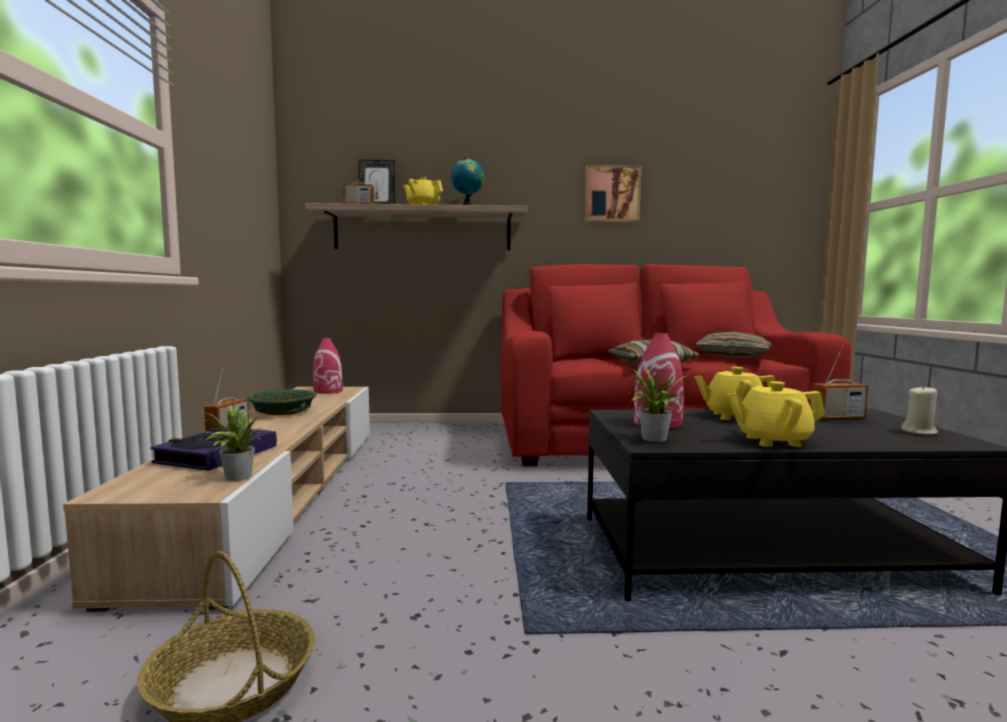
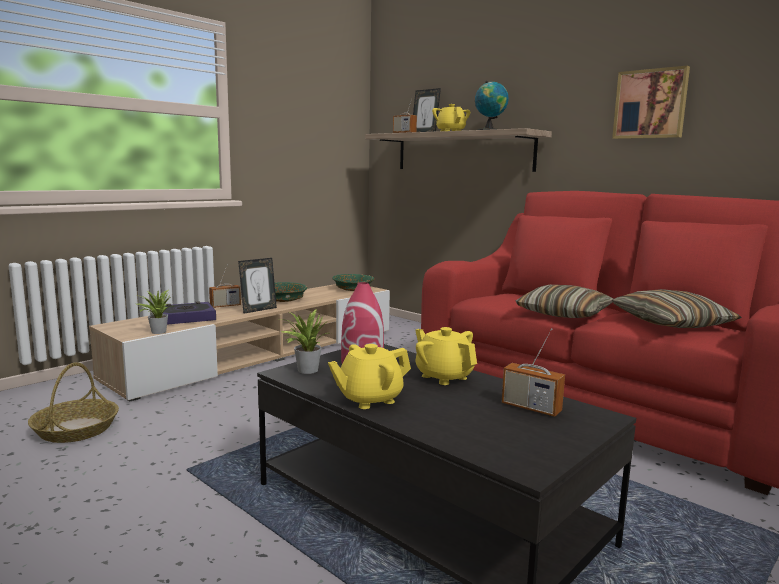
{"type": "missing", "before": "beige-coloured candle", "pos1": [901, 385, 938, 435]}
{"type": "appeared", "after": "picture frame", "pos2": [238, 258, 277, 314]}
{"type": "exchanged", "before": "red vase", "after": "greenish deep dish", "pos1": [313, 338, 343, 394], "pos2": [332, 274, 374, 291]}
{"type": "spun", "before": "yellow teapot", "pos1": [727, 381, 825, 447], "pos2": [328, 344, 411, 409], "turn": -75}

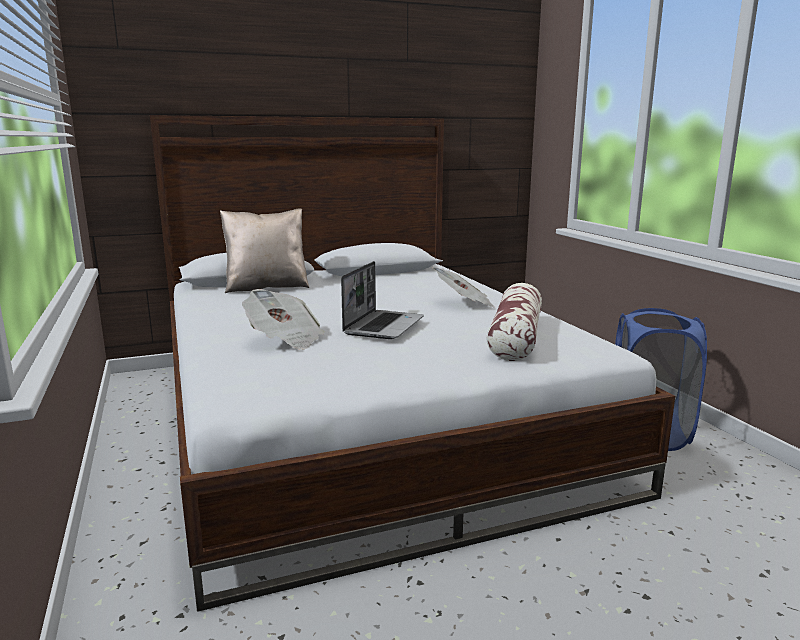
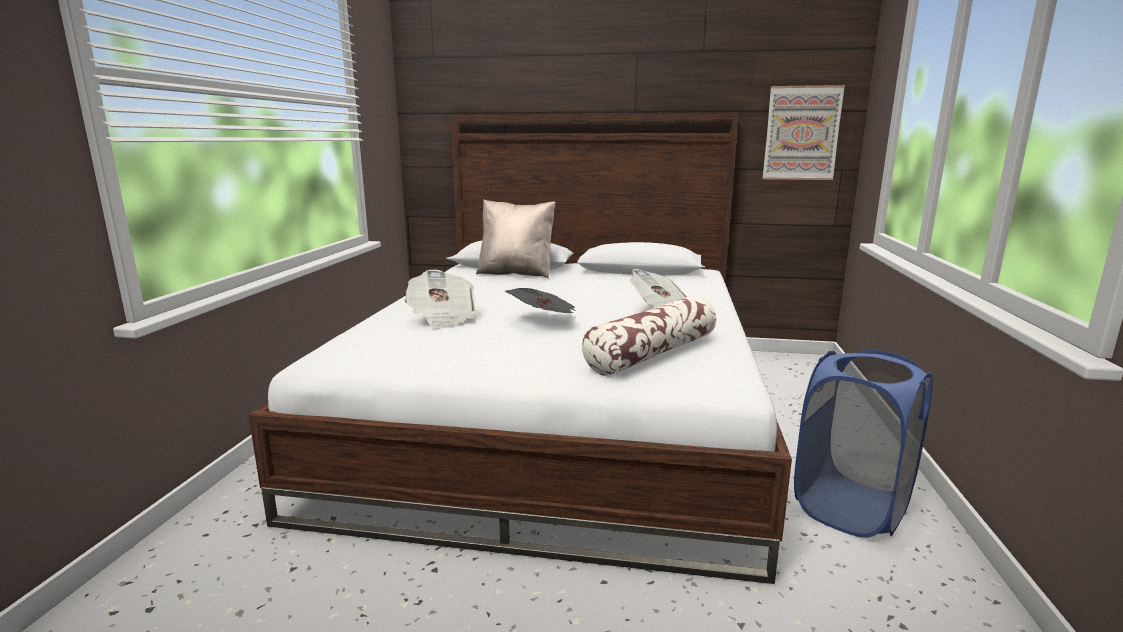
{"type": "appeared", "after": "picture", "pos2": [762, 85, 845, 180]}
{"type": "exchanged", "before": "notebook computer", "after": "daily paper", "pos1": [341, 261, 424, 339], "pos2": [505, 288, 575, 313]}

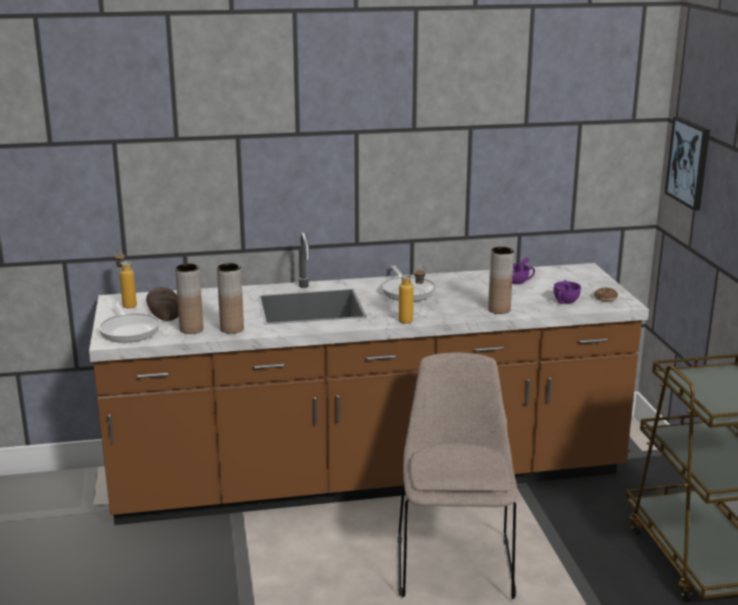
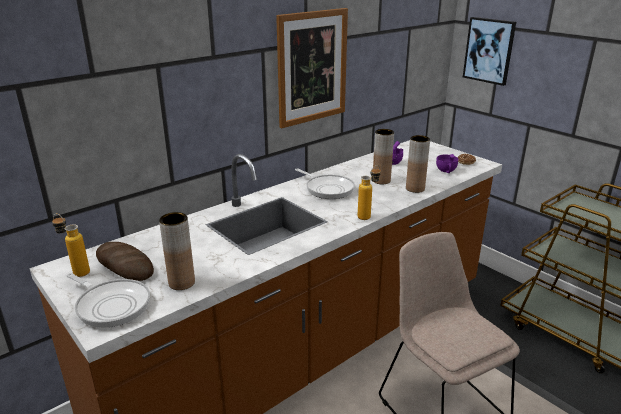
{"type": "appeared", "after": "picture", "pos2": [276, 8, 348, 128]}
{"type": "relocated", "before": "brown vase", "pos1": [217, 263, 244, 334], "pos2": [373, 129, 394, 184]}

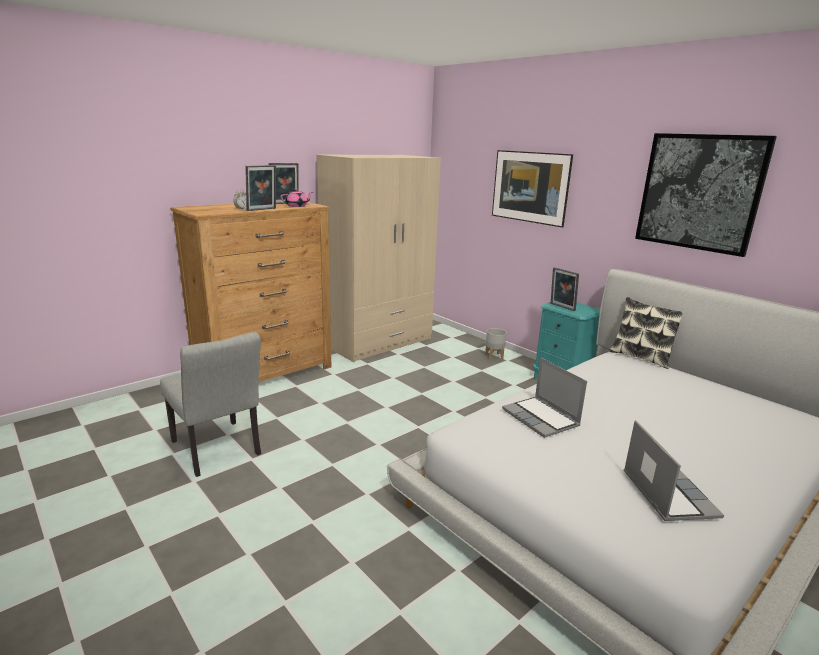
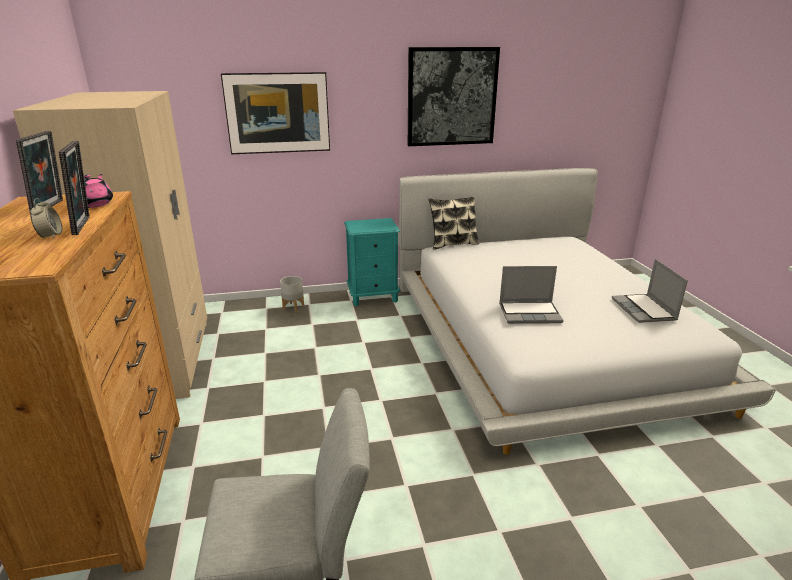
{"type": "missing", "before": "picture frame", "pos1": [551, 267, 579, 311]}
{"type": "spun", "before": "notebook computer", "pos1": [624, 420, 724, 521], "pos2": [612, 259, 688, 323], "turn": -120}

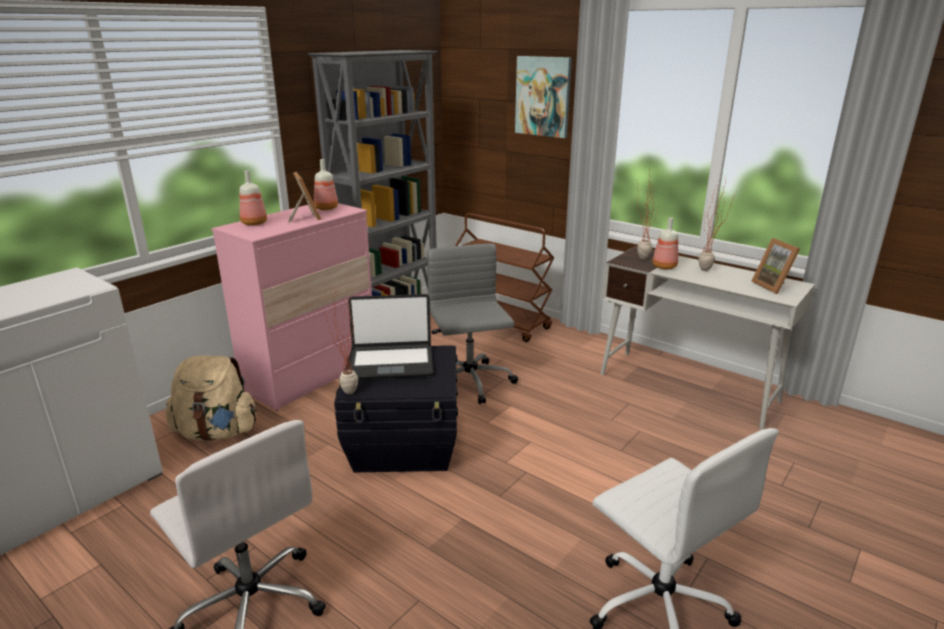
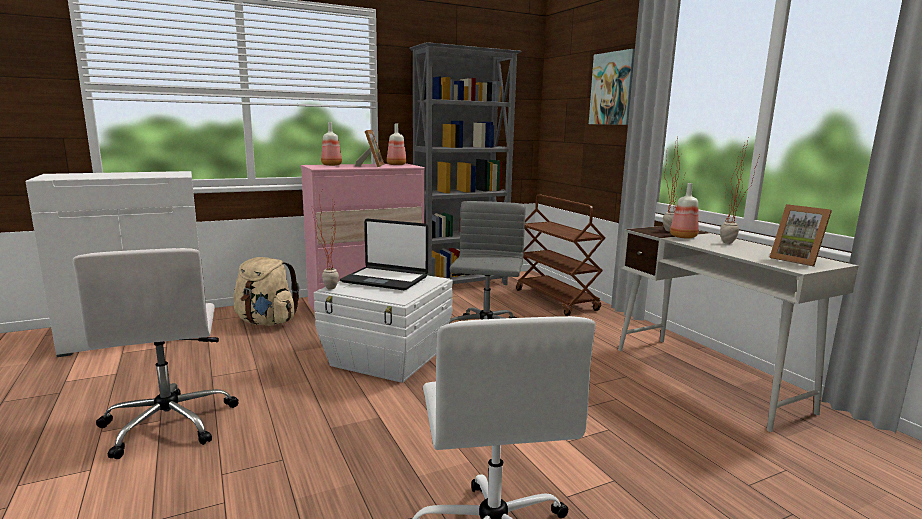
{"type": "colour", "before": "black-coloured storage bin", "after": "white storage bin", "pos1": [334, 345, 458, 472], "pos2": [314, 276, 453, 383]}
{"type": "spun", "before": "picture frame", "pos1": [751, 238, 800, 294], "pos2": [770, 204, 832, 267], "turn": -45}

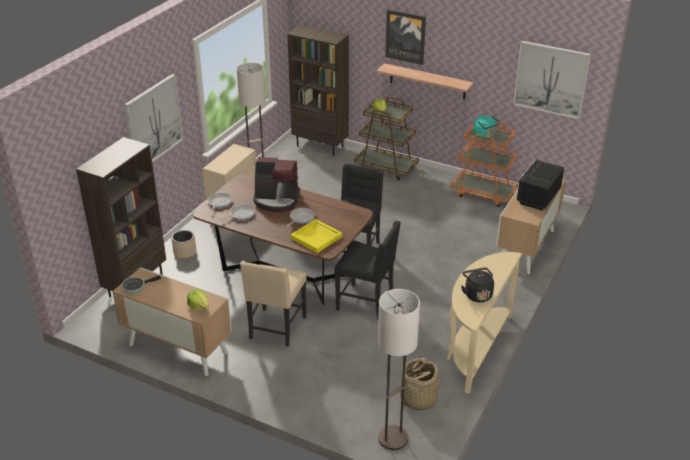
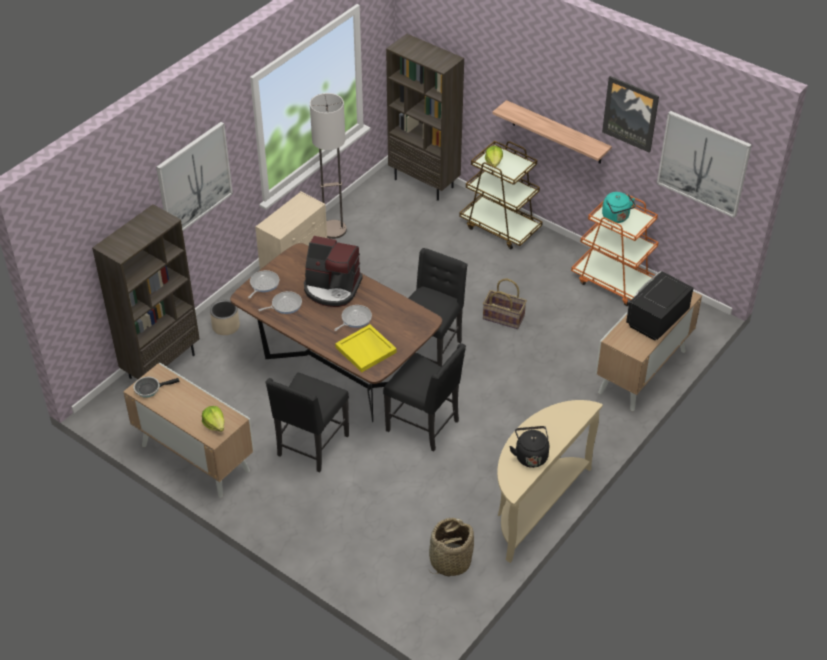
{"type": "missing", "before": "standing lamp", "pos1": [378, 289, 420, 450]}
{"type": "appeared", "after": "basket", "pos2": [483, 279, 527, 329]}
{"type": "relocated", "before": "picture", "pos1": [385, 9, 426, 65], "pos2": [602, 76, 659, 153]}
{"type": "colour", "before": "beige-coloured upright chair", "after": "black-coloured upright chair", "pos1": [240, 261, 307, 347], "pos2": [266, 373, 349, 473]}

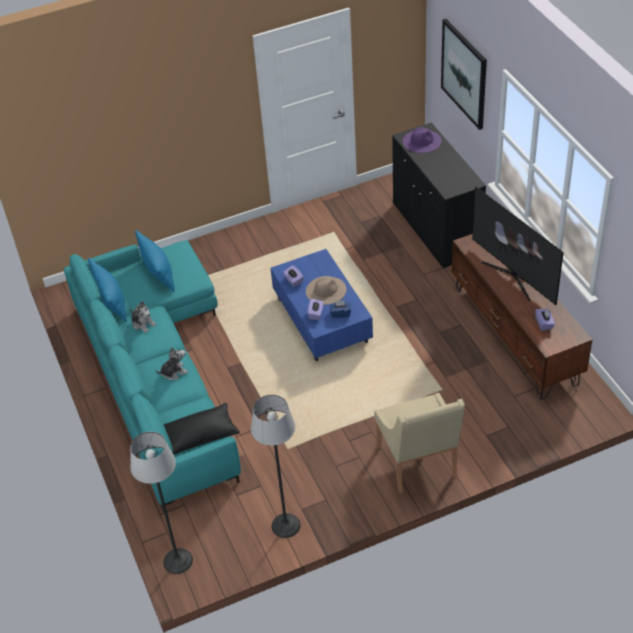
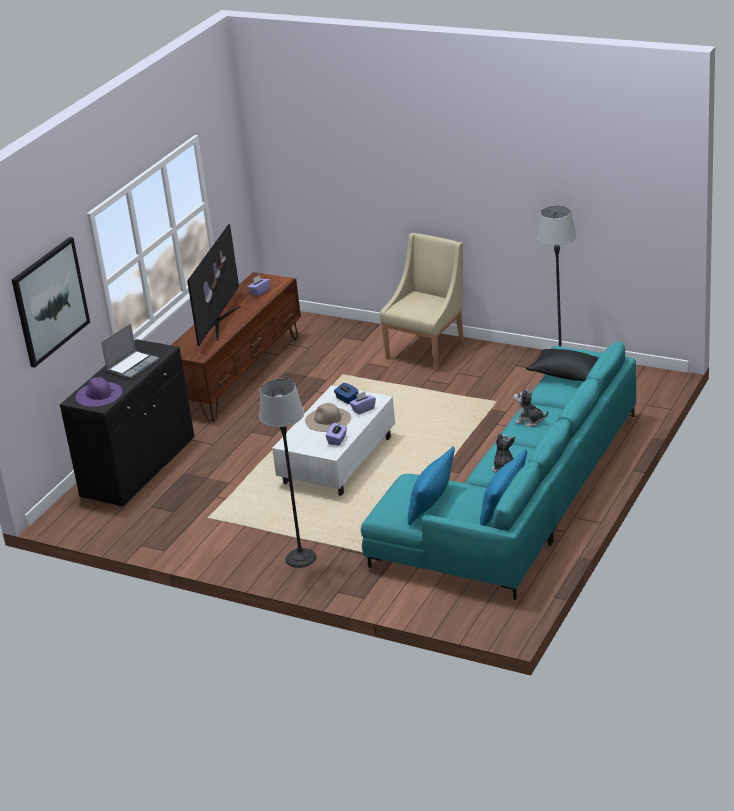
{"type": "appeared", "after": "notebook computer", "pos2": [101, 323, 159, 379]}
{"type": "relocated", "before": "standing lamp", "pos1": [130, 432, 193, 574], "pos2": [259, 379, 317, 568]}
{"type": "colour", "before": "blue-coloured coffee table", "after": "white coffee table", "pos1": [270, 249, 373, 361], "pos2": [272, 386, 395, 496]}

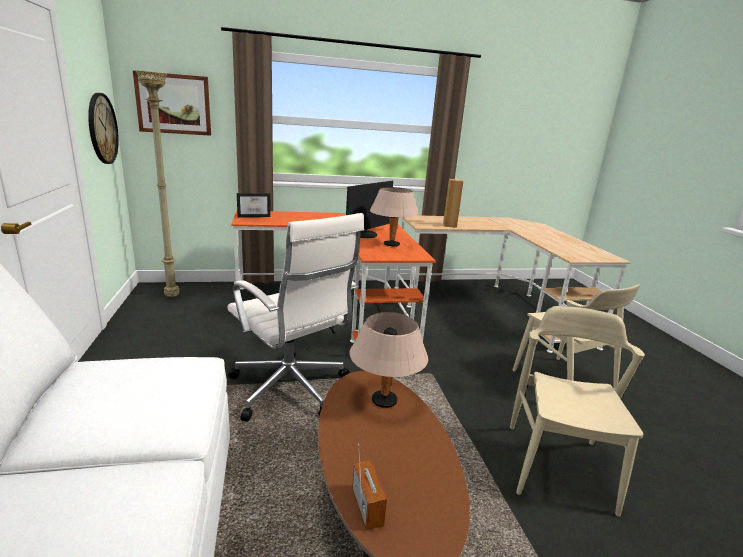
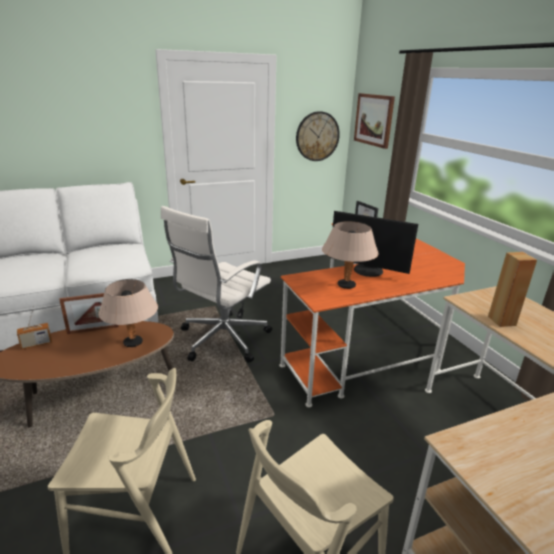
{"type": "missing", "before": "beige-coloured standing lamp", "pos1": [135, 70, 179, 297]}
{"type": "appeared", "after": "picture frame", "pos2": [59, 293, 119, 334]}

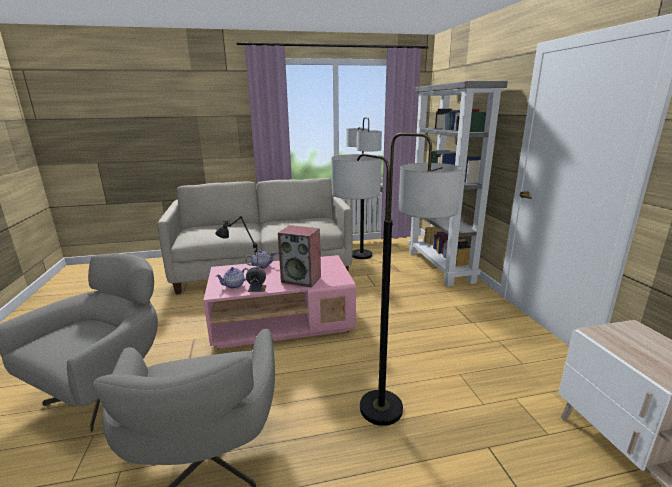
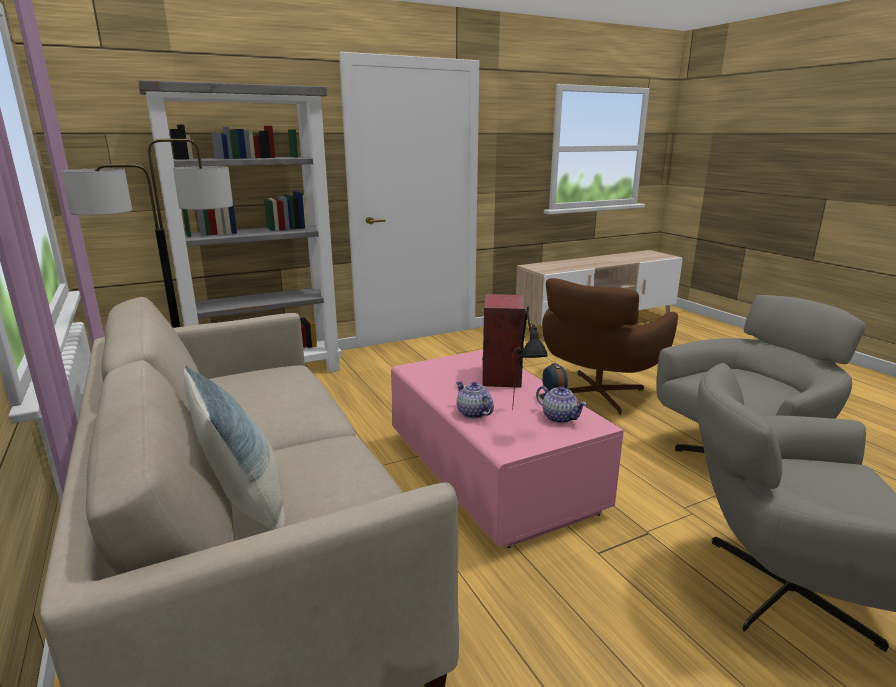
{"type": "appeared", "after": "pillow", "pos2": [184, 365, 286, 530]}
{"type": "exchanged", "before": "standing lamp", "after": "brown easy chair", "pos1": [332, 133, 462, 426], "pos2": [542, 278, 678, 415]}

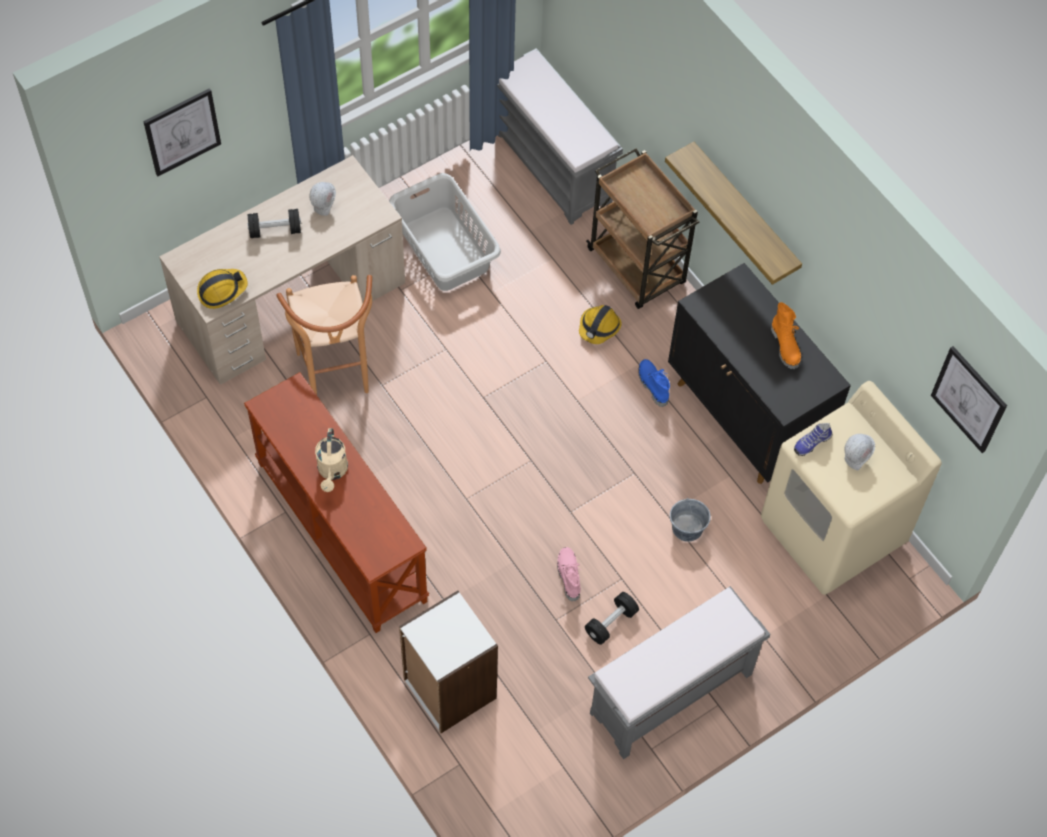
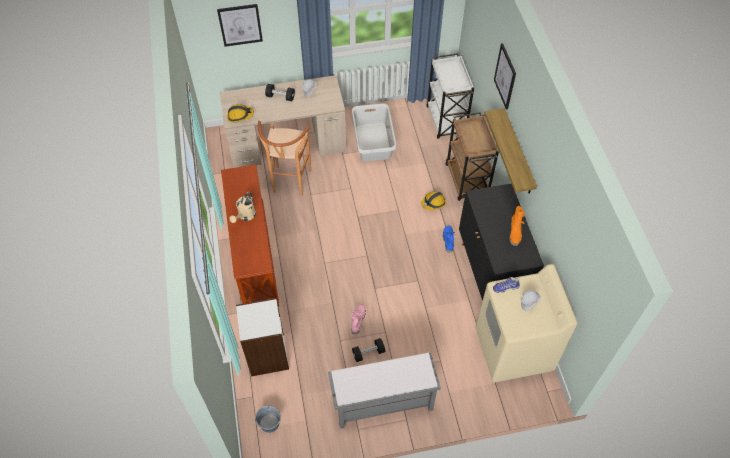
{"type": "relocated", "before": "grey water bucket", "pos1": [670, 497, 711, 542], "pos2": [255, 406, 281, 433]}
{"type": "relocated", "before": "picture", "pos1": [931, 346, 1007, 453], "pos2": [494, 43, 516, 109]}
{"type": "exchanged", "before": "grey indoor bench", "after": "white cart", "pos1": [497, 48, 623, 225], "pos2": [426, 53, 474, 139]}

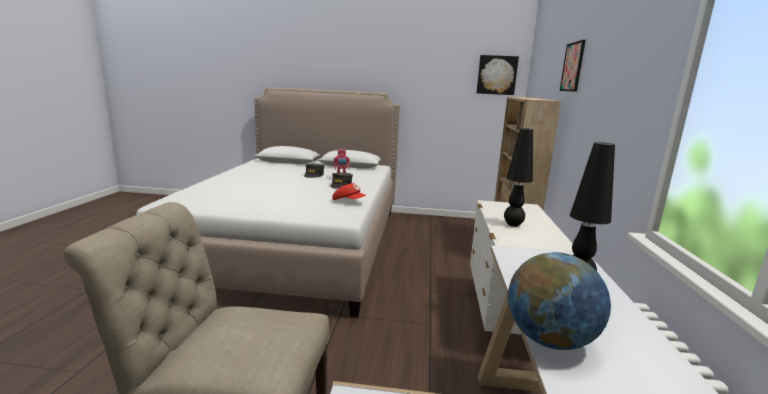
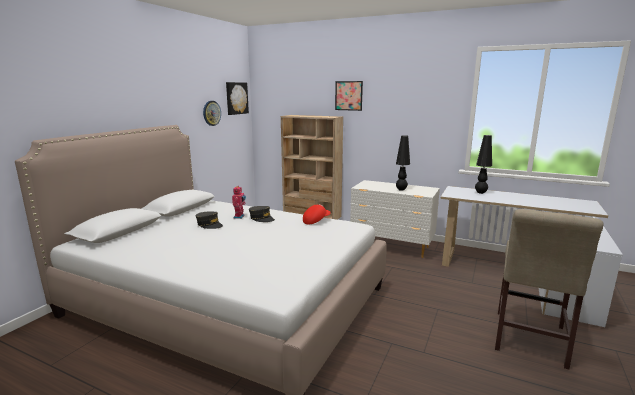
{"type": "missing", "before": "desk globe", "pos1": [508, 252, 611, 350]}
{"type": "appeared", "after": "clock on the wall", "pos2": [203, 101, 221, 126]}

